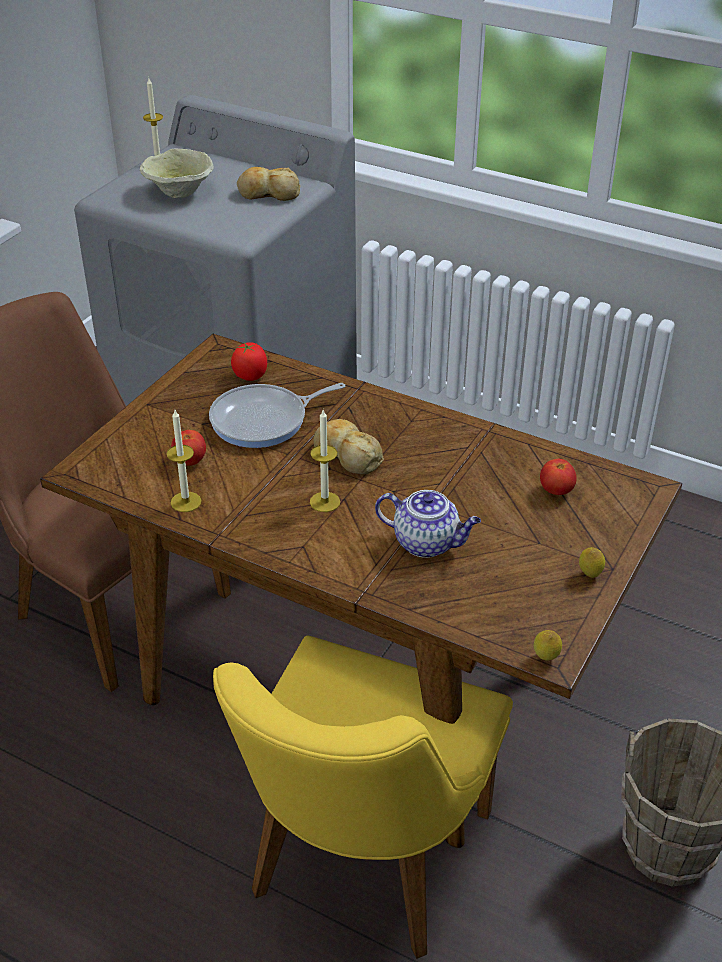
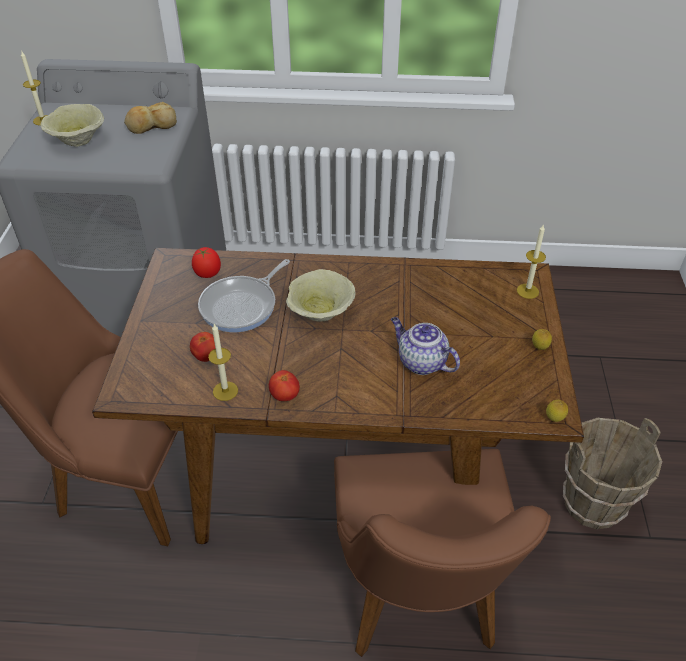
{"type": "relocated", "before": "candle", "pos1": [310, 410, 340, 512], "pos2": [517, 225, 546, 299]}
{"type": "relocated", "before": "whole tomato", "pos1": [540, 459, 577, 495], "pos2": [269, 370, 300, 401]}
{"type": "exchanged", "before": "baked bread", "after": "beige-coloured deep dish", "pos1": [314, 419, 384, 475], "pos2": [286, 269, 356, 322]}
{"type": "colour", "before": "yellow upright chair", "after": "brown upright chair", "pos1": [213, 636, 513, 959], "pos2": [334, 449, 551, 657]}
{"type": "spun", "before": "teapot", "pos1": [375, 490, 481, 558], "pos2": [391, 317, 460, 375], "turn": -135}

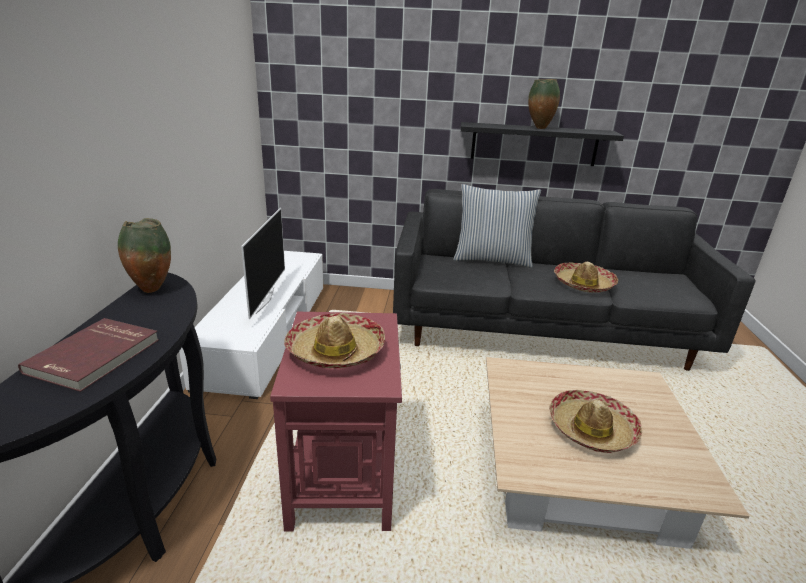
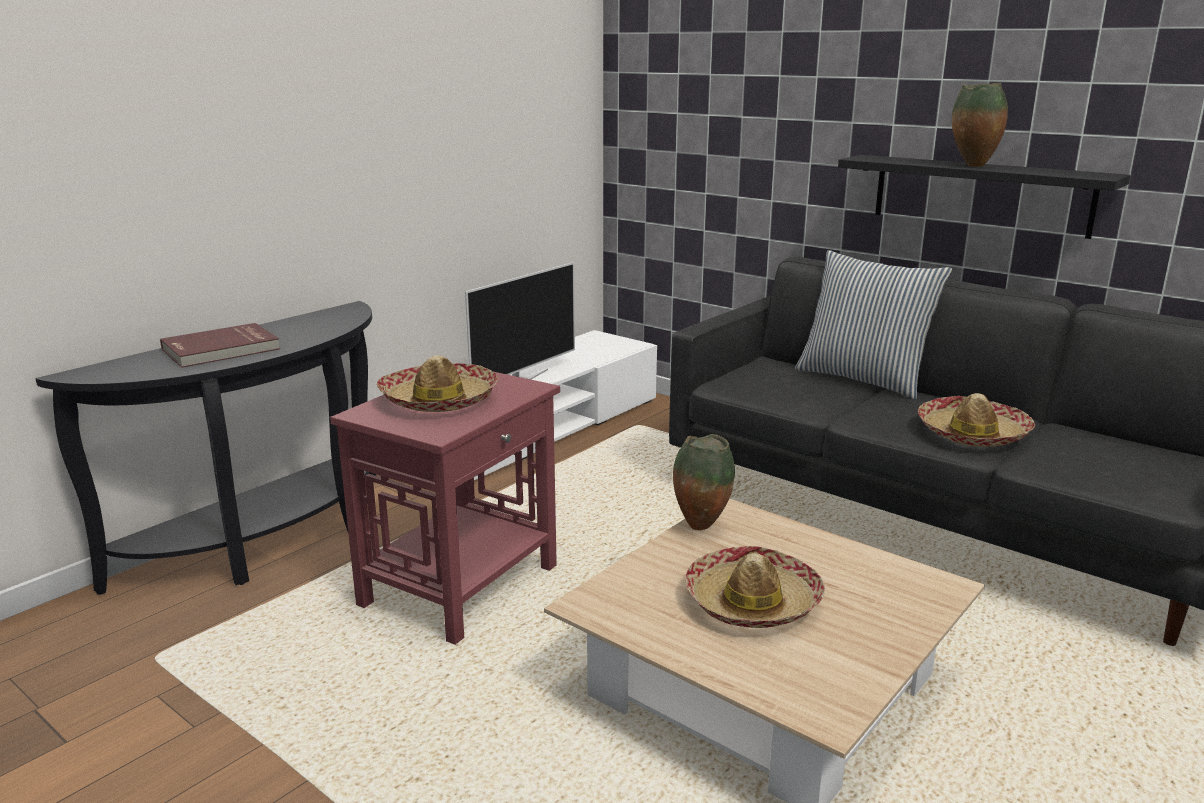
{"type": "relocated", "before": "vase", "pos1": [118, 218, 171, 293], "pos2": [673, 434, 735, 530]}

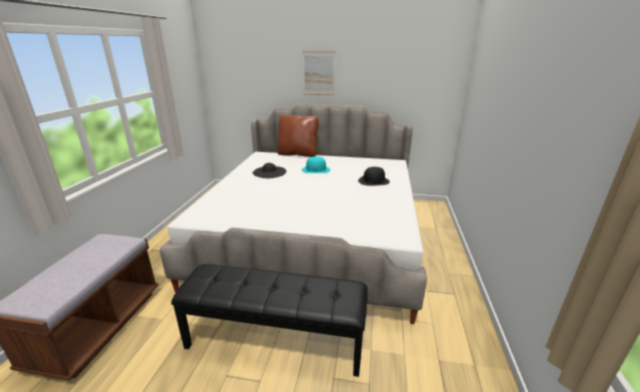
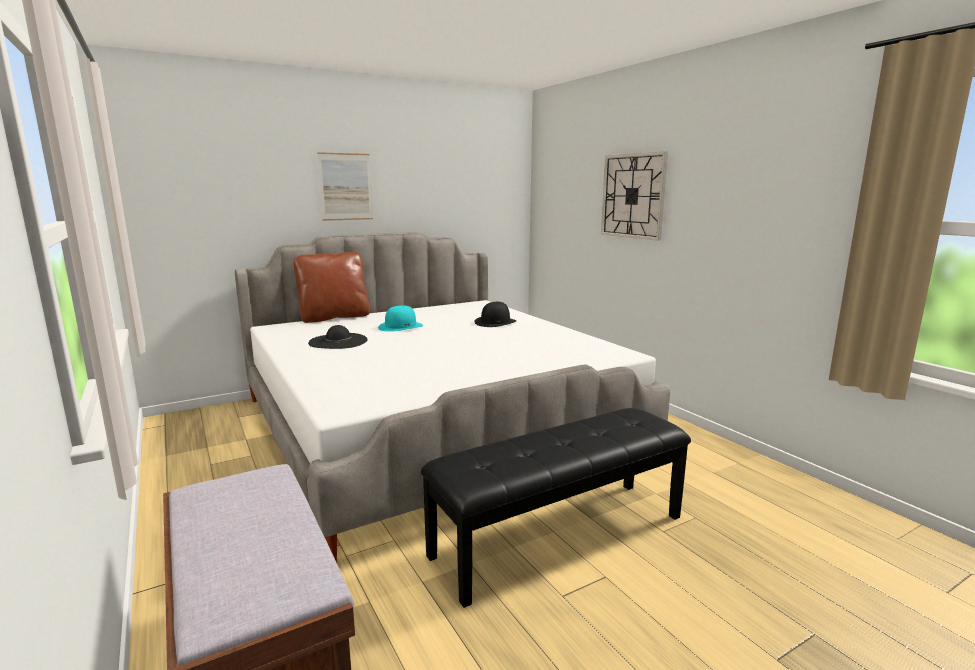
{"type": "appeared", "after": "clock on the wall", "pos2": [601, 151, 668, 241]}

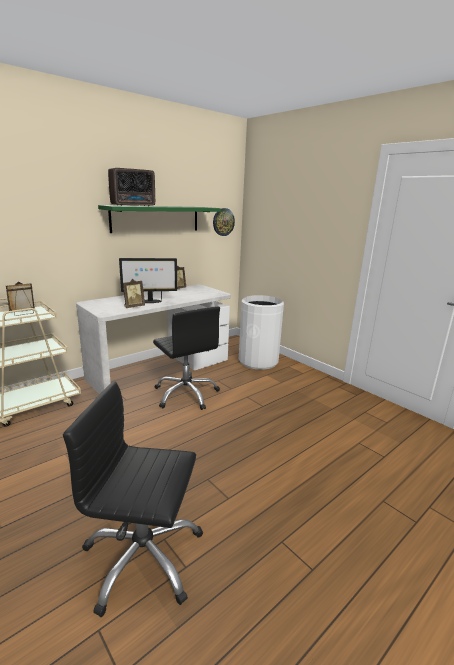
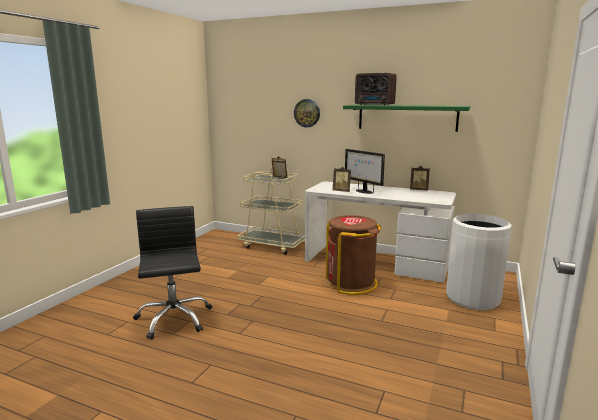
{"type": "relocated", "before": "clock on the wall", "pos1": [213, 208, 235, 236], "pos2": [294, 99, 320, 127]}
{"type": "exchanged", "before": "black-coloured office chair", "after": "brown rubbish bin", "pos1": [153, 306, 220, 410], "pos2": [326, 215, 381, 295]}

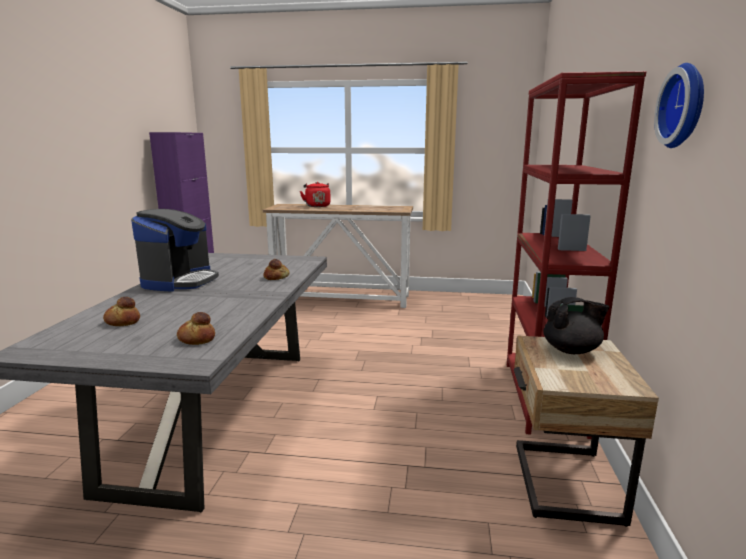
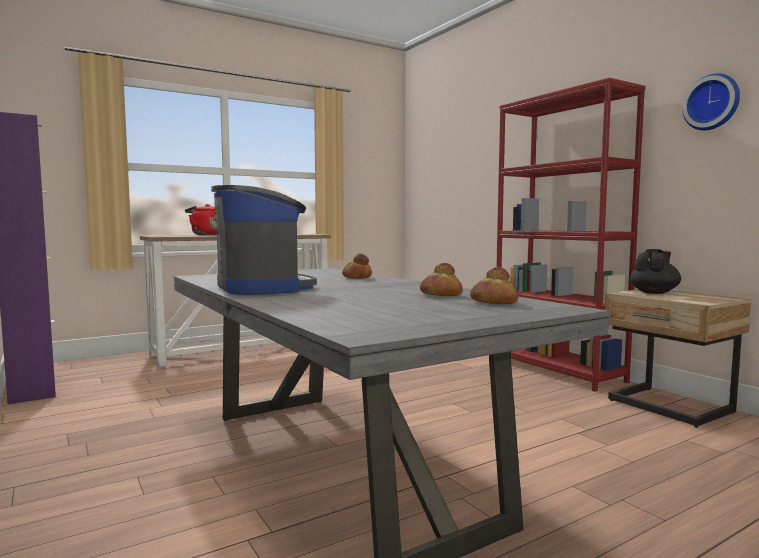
{"type": "relocated", "before": "baked bread", "pos1": [103, 297, 140, 326], "pos2": [420, 263, 463, 296]}

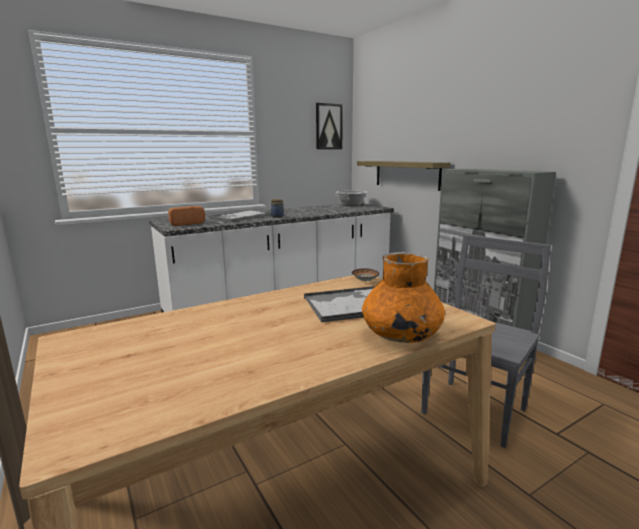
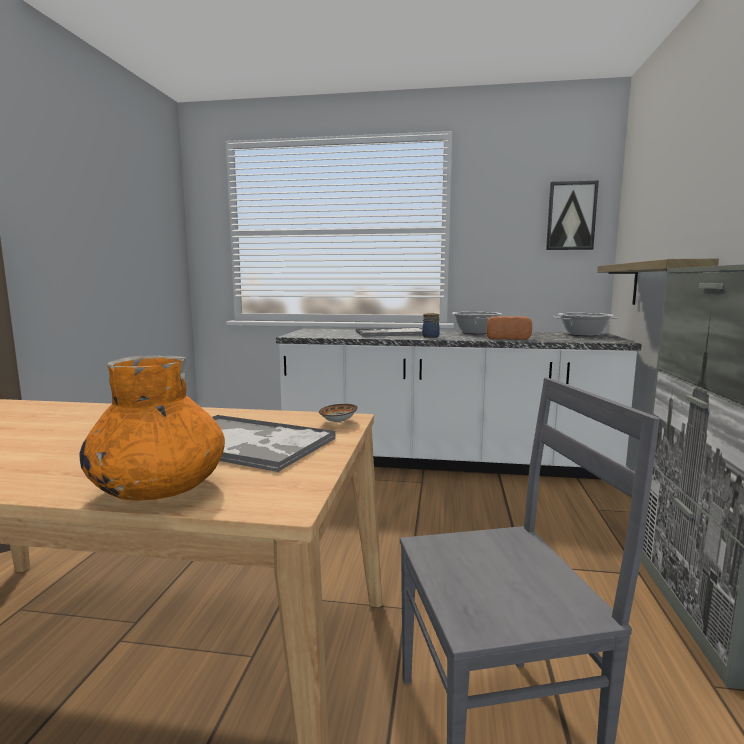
{"type": "appeared", "after": "stockpot", "pos2": [452, 312, 502, 334]}
{"type": "relocated", "before": "baked bread", "pos1": [168, 206, 205, 226], "pos2": [486, 316, 532, 340]}

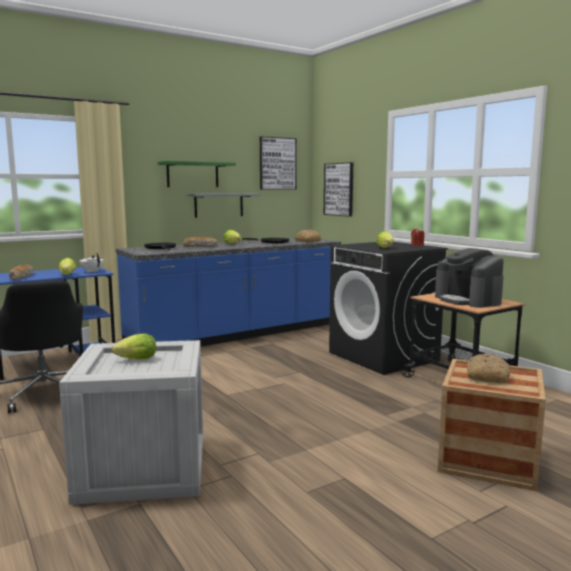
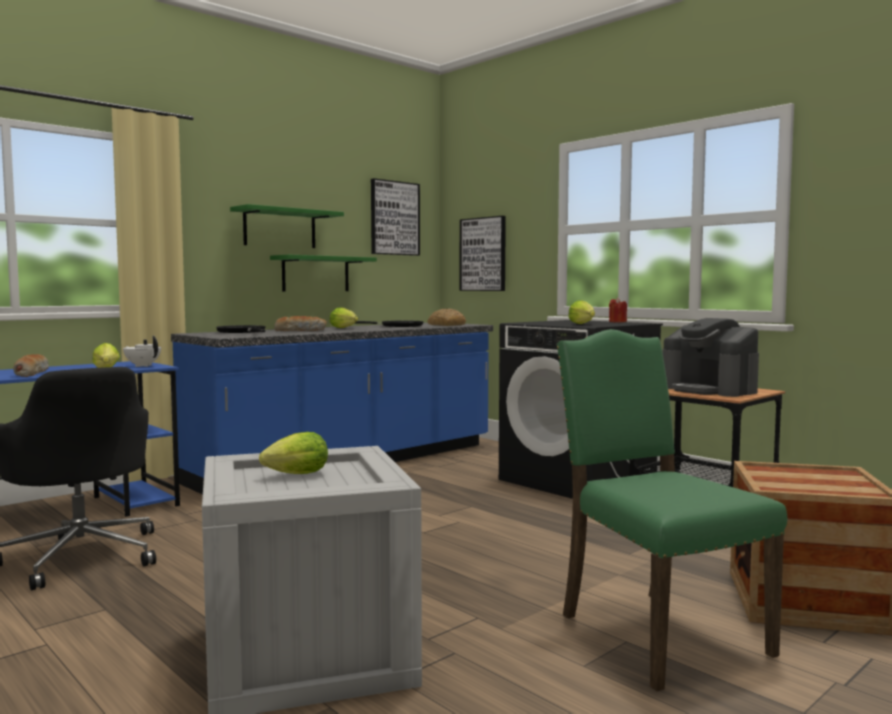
{"type": "missing", "before": "baked bread", "pos1": [467, 353, 510, 384]}
{"type": "appeared", "after": "greenish upright chair", "pos2": [557, 329, 787, 691]}
{"type": "colour", "before": "grey bracket shelf", "after": "greenish bracket shelf", "pos1": [186, 193, 260, 218], "pos2": [270, 255, 377, 291]}

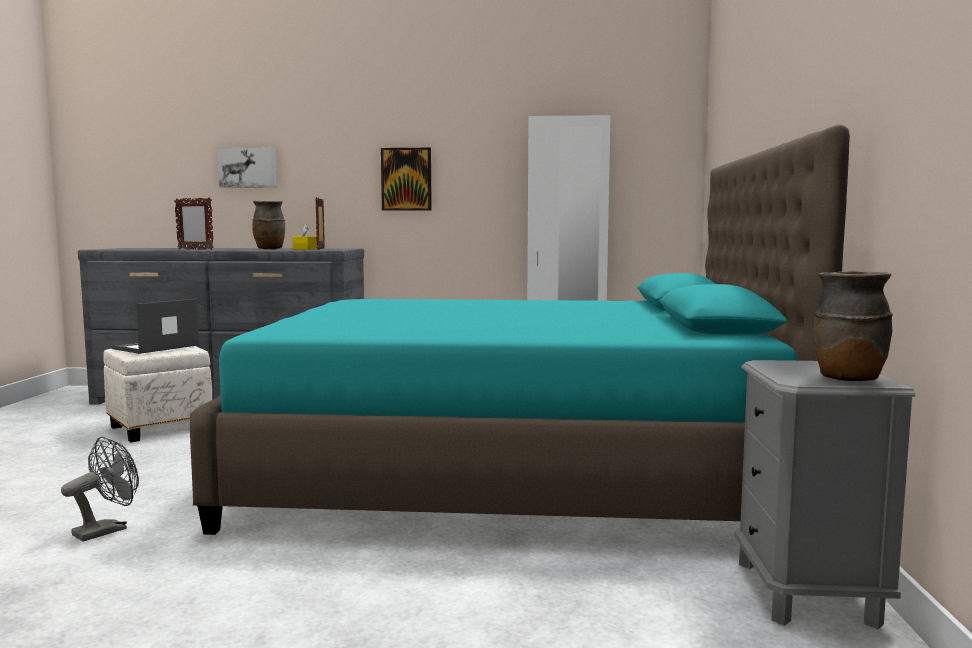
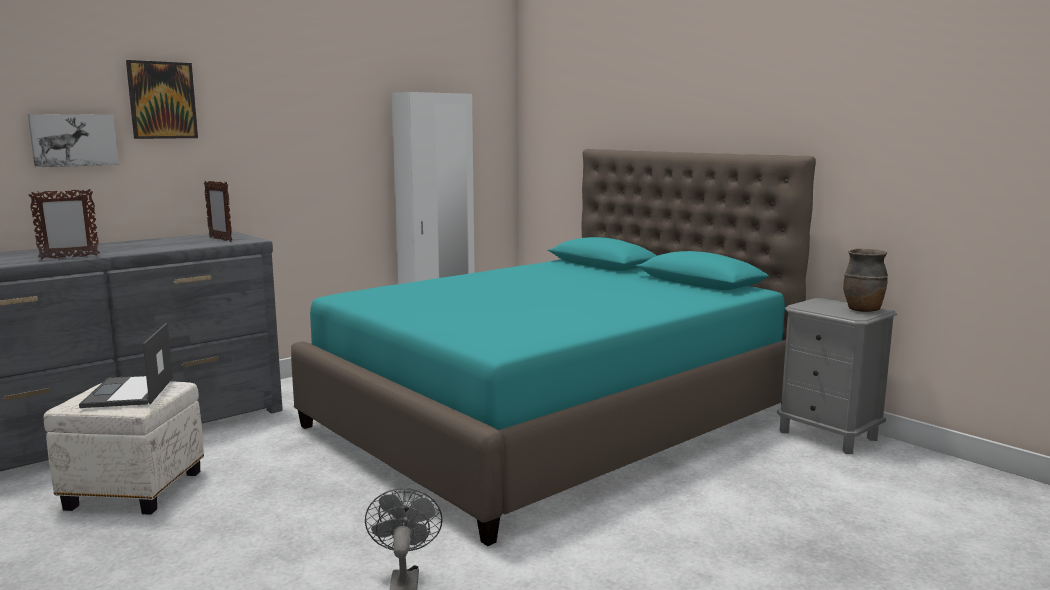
{"type": "missing", "before": "brown vase", "pos1": [252, 201, 285, 249]}
{"type": "missing", "before": "yellow box of tissues", "pos1": [292, 224, 317, 250]}
{"type": "relocated", "before": "picture", "pos1": [381, 148, 432, 211], "pos2": [126, 60, 198, 139]}

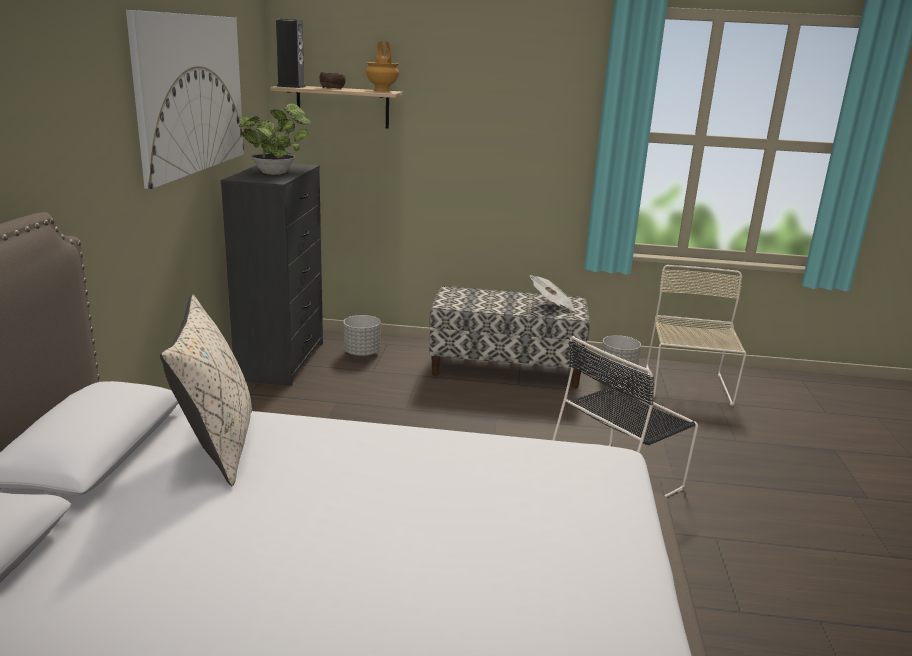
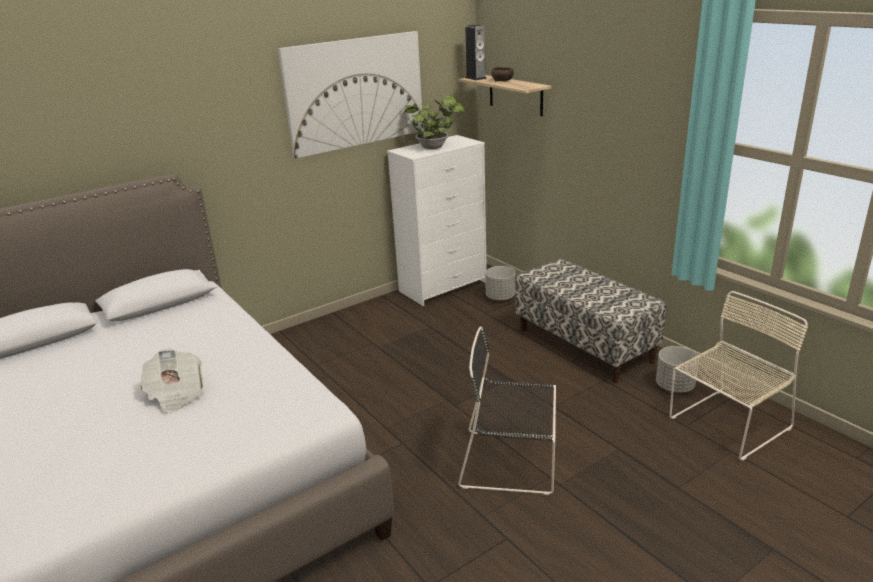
{"type": "missing", "before": "beige-coloured pillow", "pos1": [160, 294, 252, 486]}
{"type": "missing", "before": "brown vase", "pos1": [366, 41, 399, 92]}
{"type": "relocated", "before": "daily paper", "pos1": [530, 275, 575, 311], "pos2": [140, 348, 204, 413]}
{"type": "colour", "before": "black-coloured dresser", "after": "white dresser", "pos1": [220, 163, 323, 386], "pos2": [387, 135, 487, 306]}

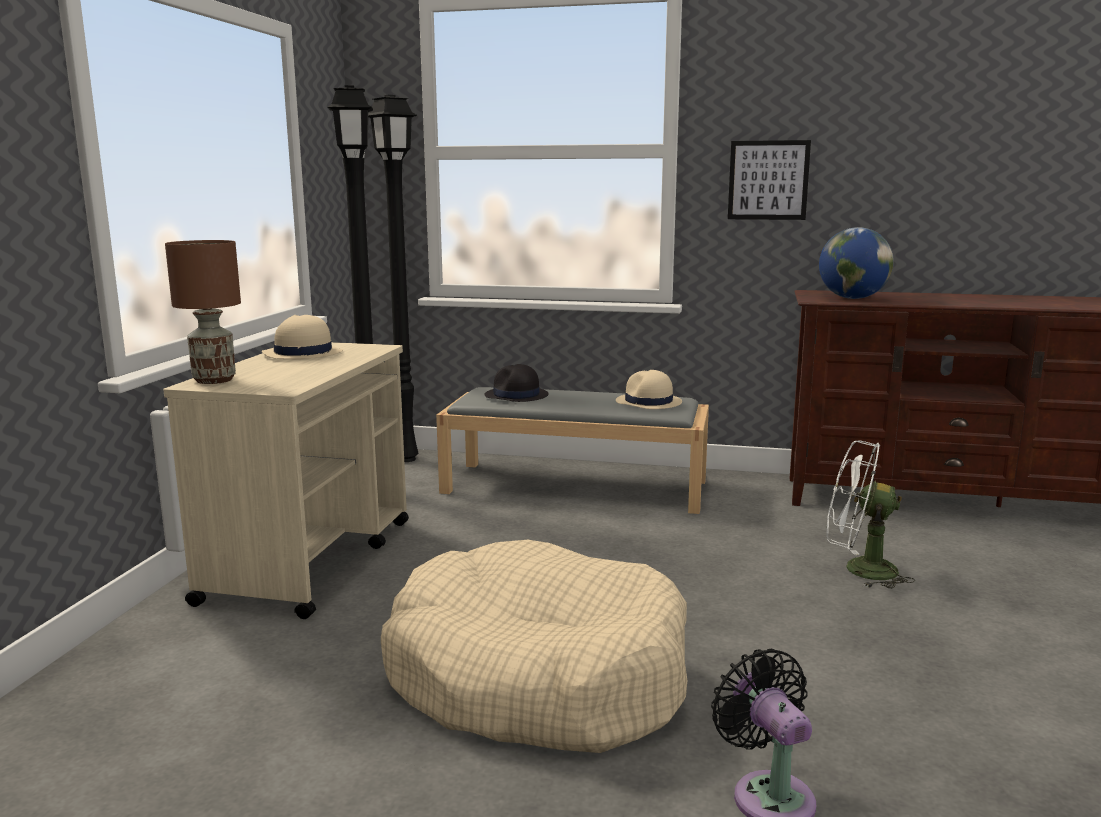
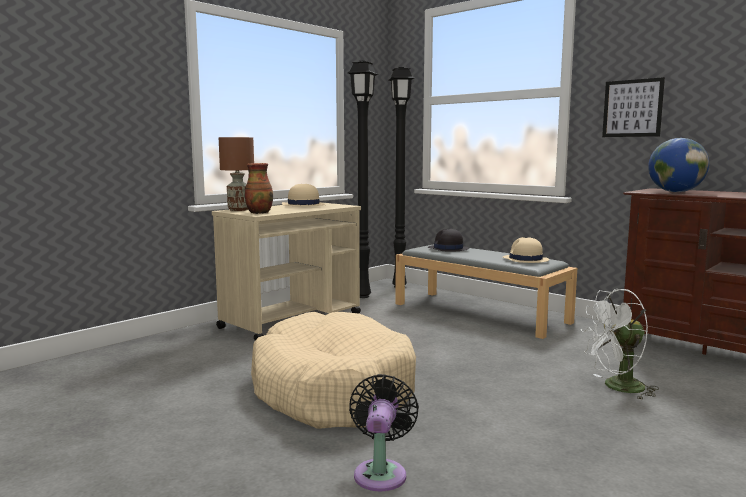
{"type": "appeared", "after": "vase", "pos2": [245, 163, 273, 214]}
{"type": "spun", "before": "white fan", "pos1": [826, 441, 915, 589], "pos2": [581, 289, 659, 400], "turn": -60}

